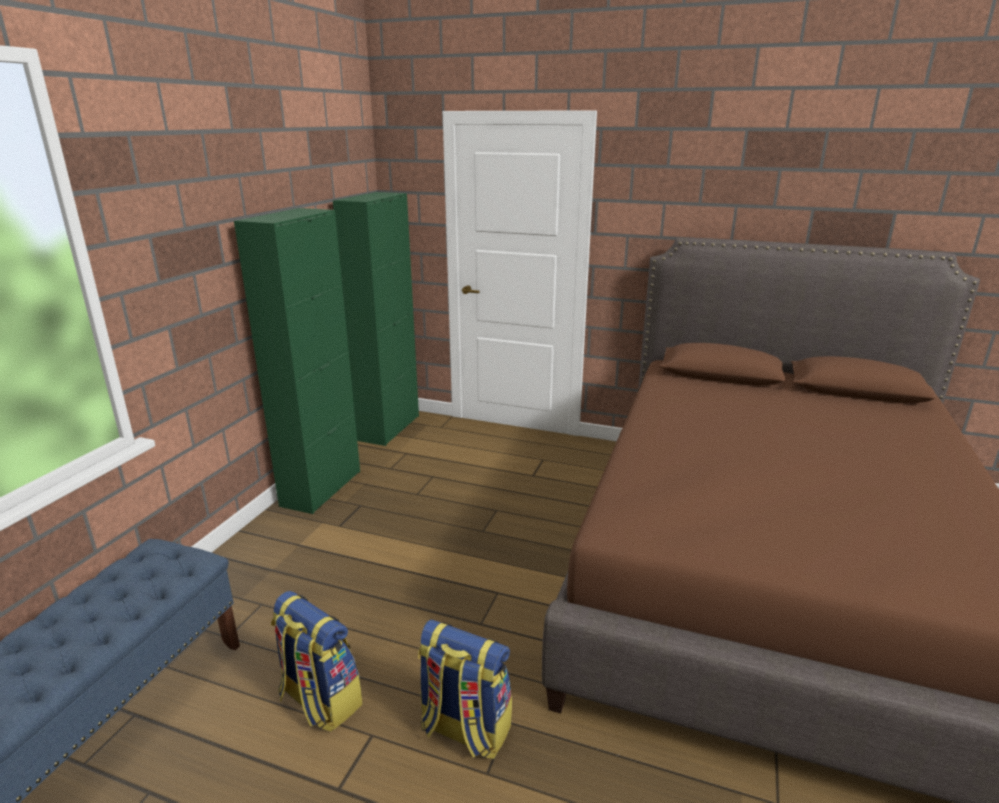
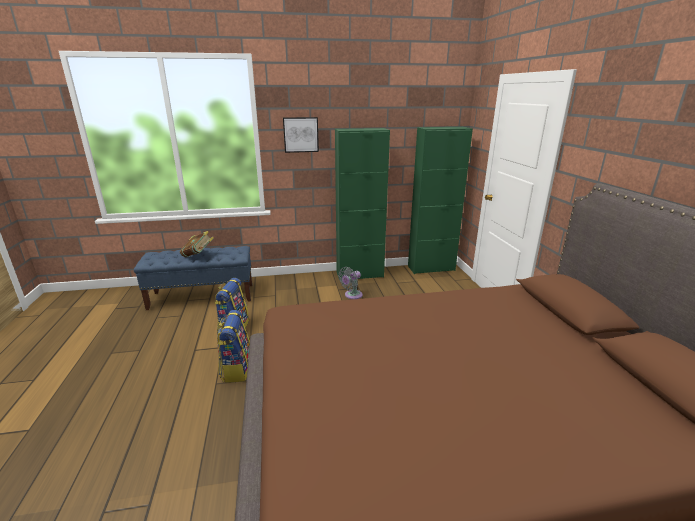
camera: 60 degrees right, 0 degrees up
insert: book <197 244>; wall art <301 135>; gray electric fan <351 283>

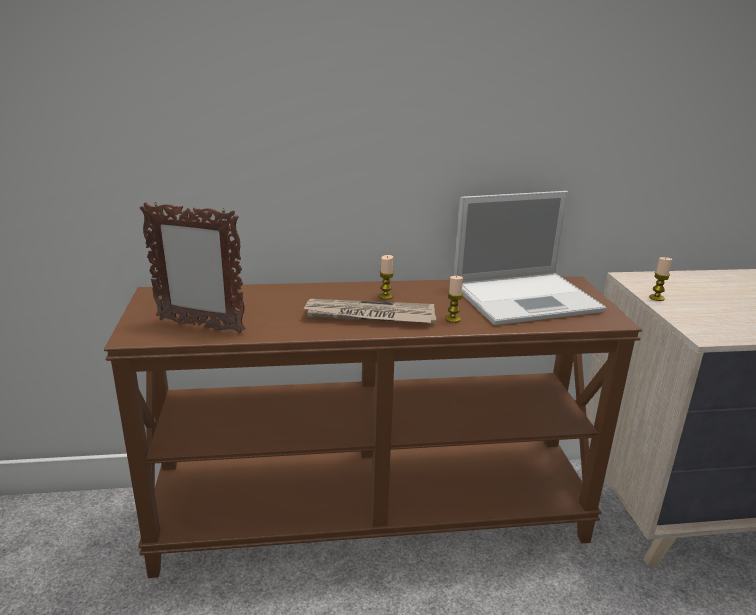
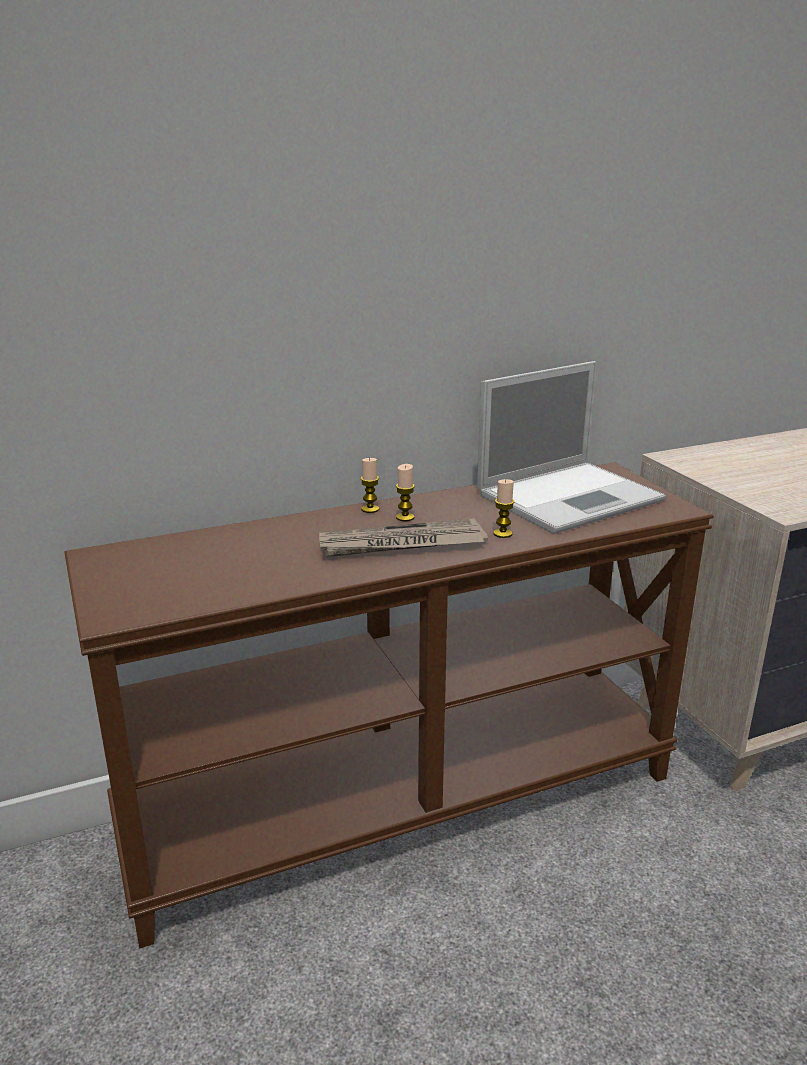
camera: 15 degrees left, 0 degrees up
delete: photo frame <193 267>
move: wax light <660 279> to <370 485>

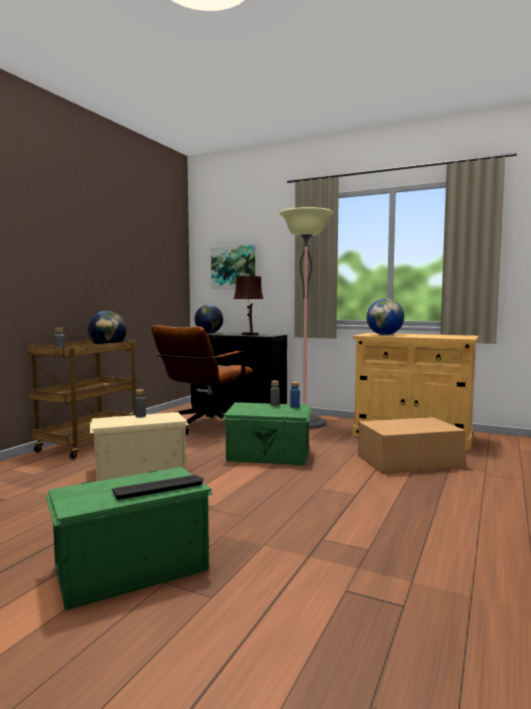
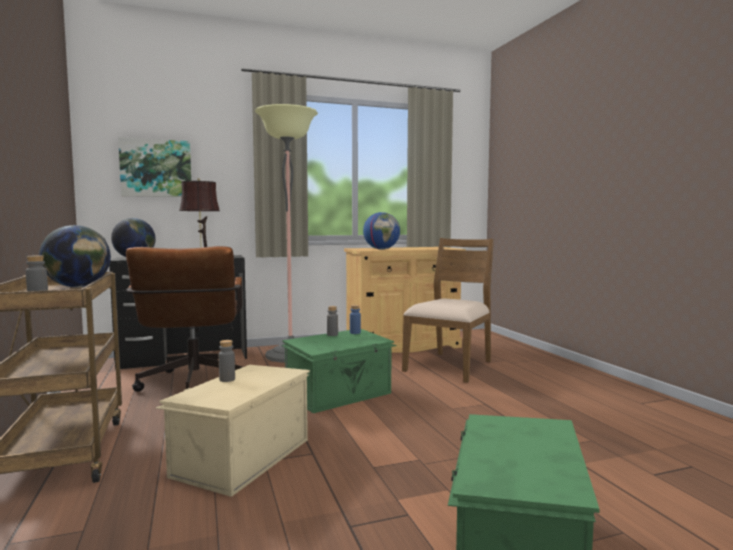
camera: 45 degrees left, 0 degrees up
delete: PC keyboard <158 487>
replace: cardboard box <412 445> to brownish plain chair <448 310>

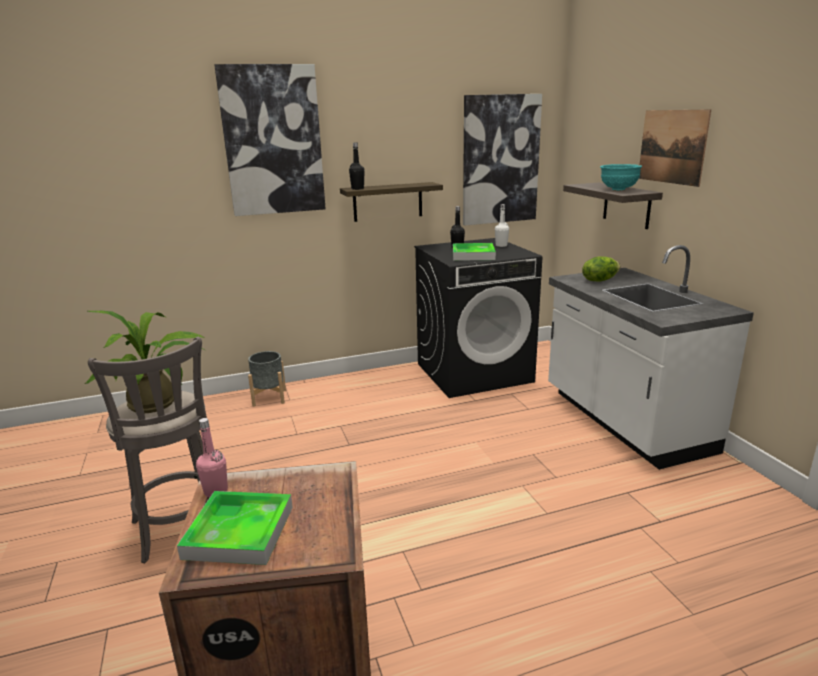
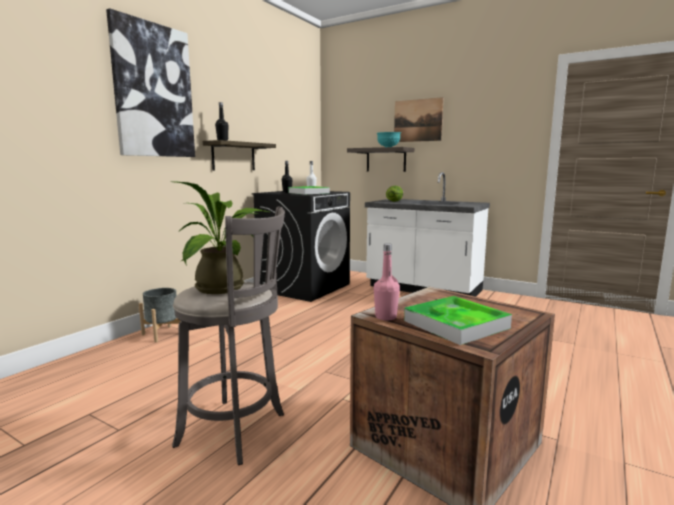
camera: 40 degrees left, 10 degrees down
delete: wall art <502 159>

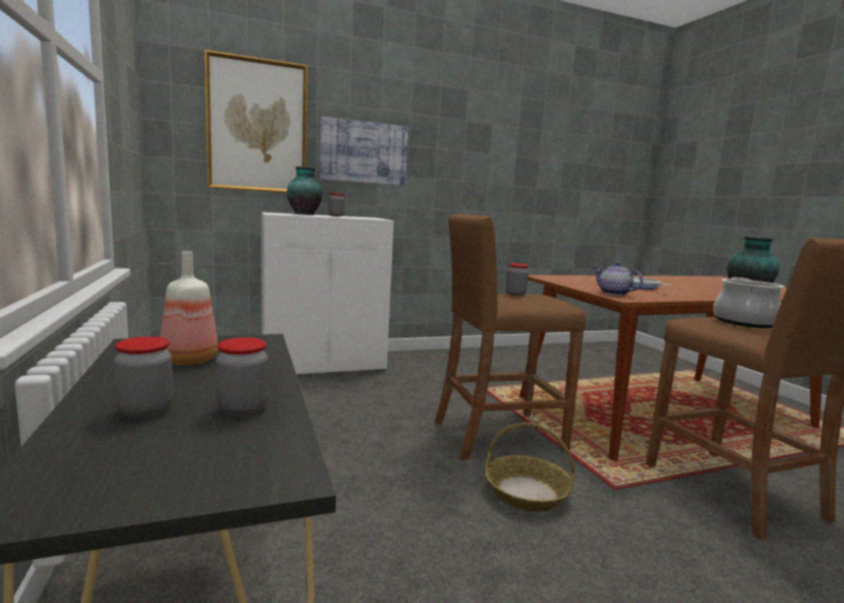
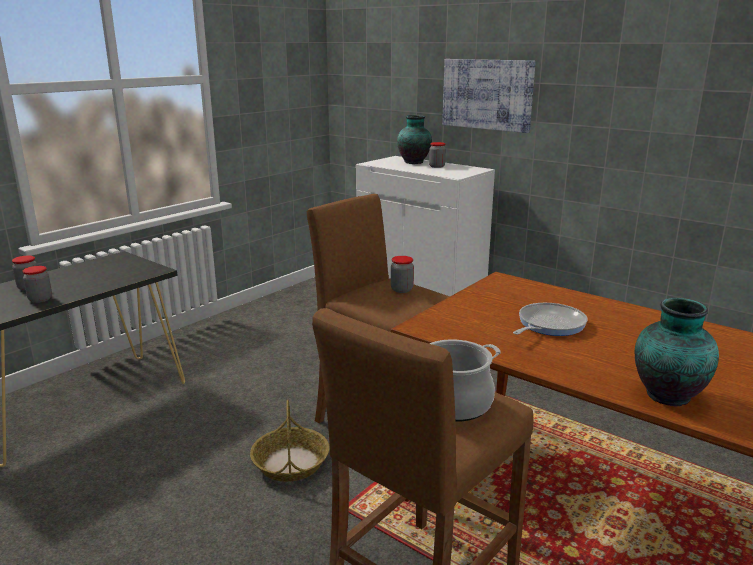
camera: 60 degrees right, 10 degrees up
delete: beverage bottle <189 308>; wall art <256 121>; pot for tea <618 279>

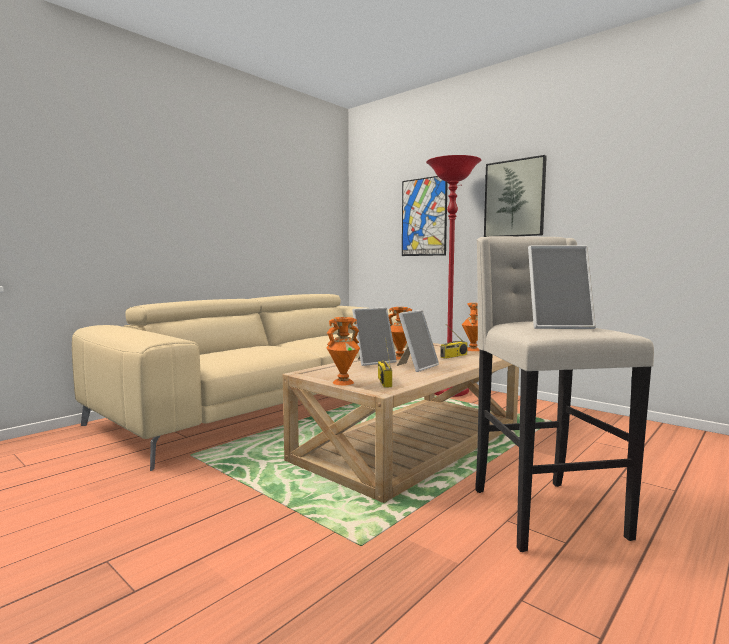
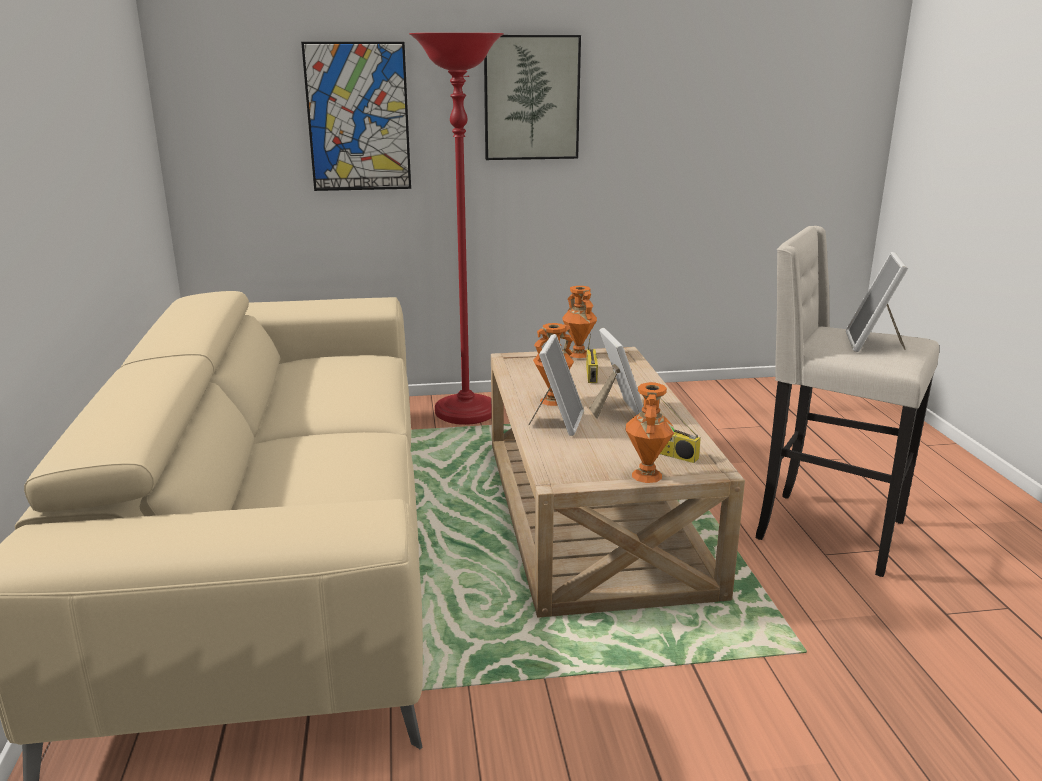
camera: 50 degrees left, 15 degrees up
rotate: photo frame <562 287> = <877 302> 150 degrees clockwise

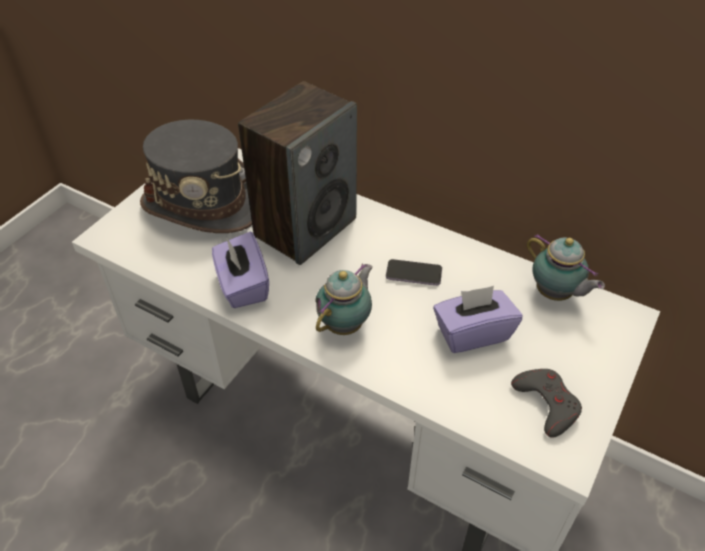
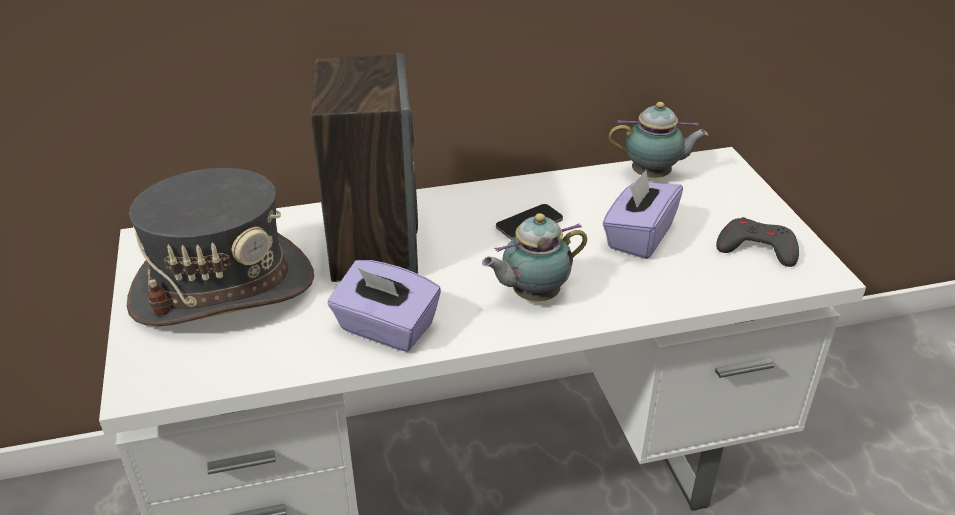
camera: 45 degrees left, 10 degrees down
rotate: pot for tea <344 299> = <534 257> 105 degrees counterclockwise

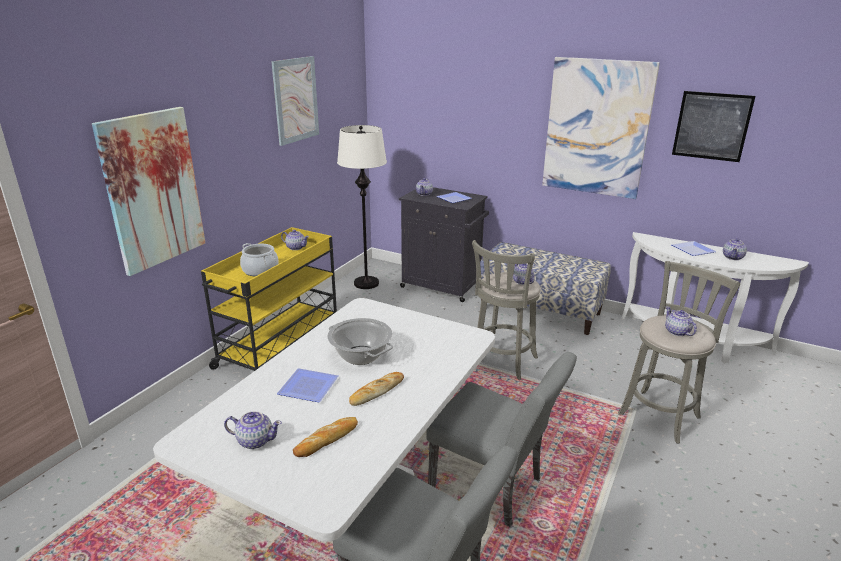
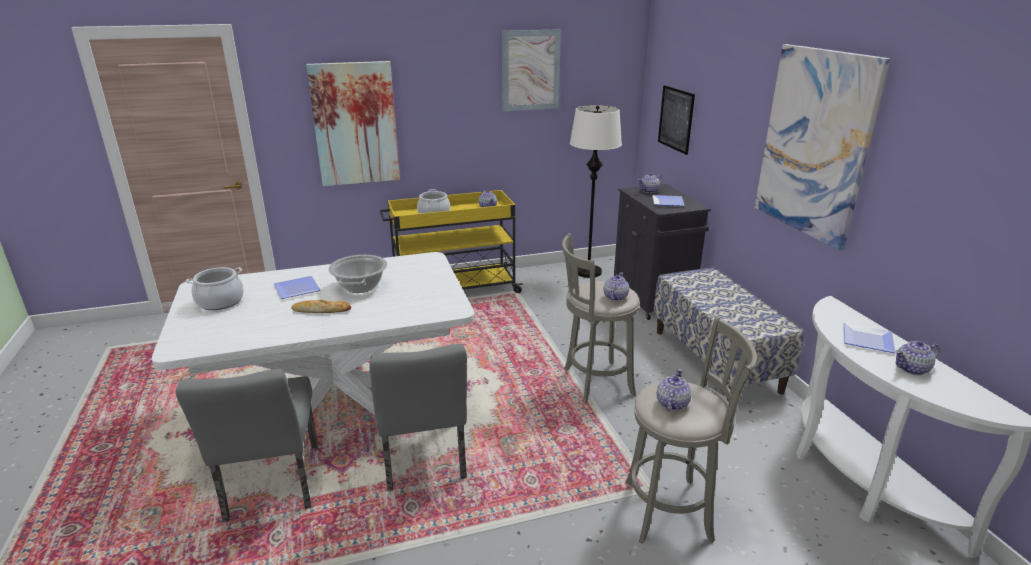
camera: 45 degrees right, 0 degrees up
delete: bakery bread <325 437>
move: wall art <714 126> to <676 120>
replace: pot for tea <253 430> to cooking pot <215 288>

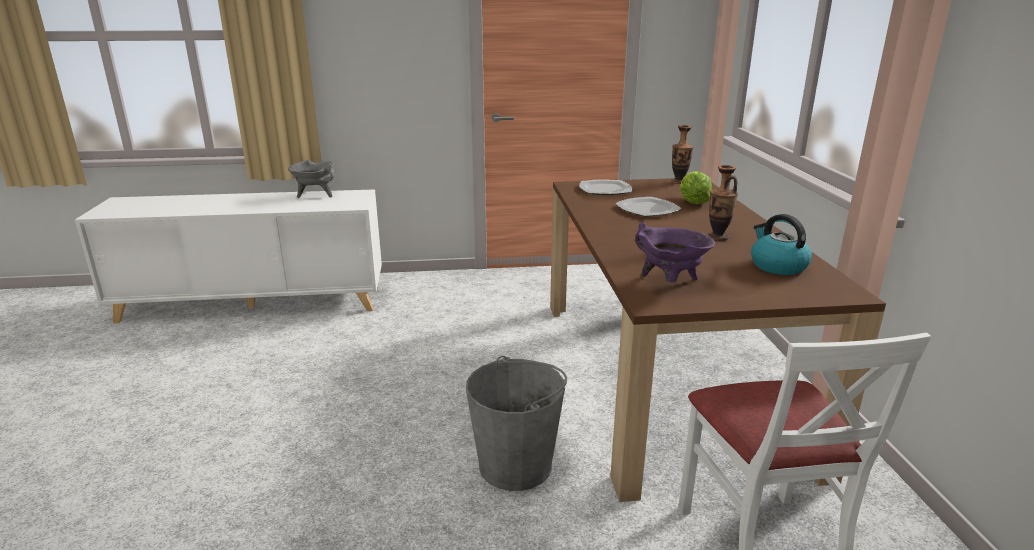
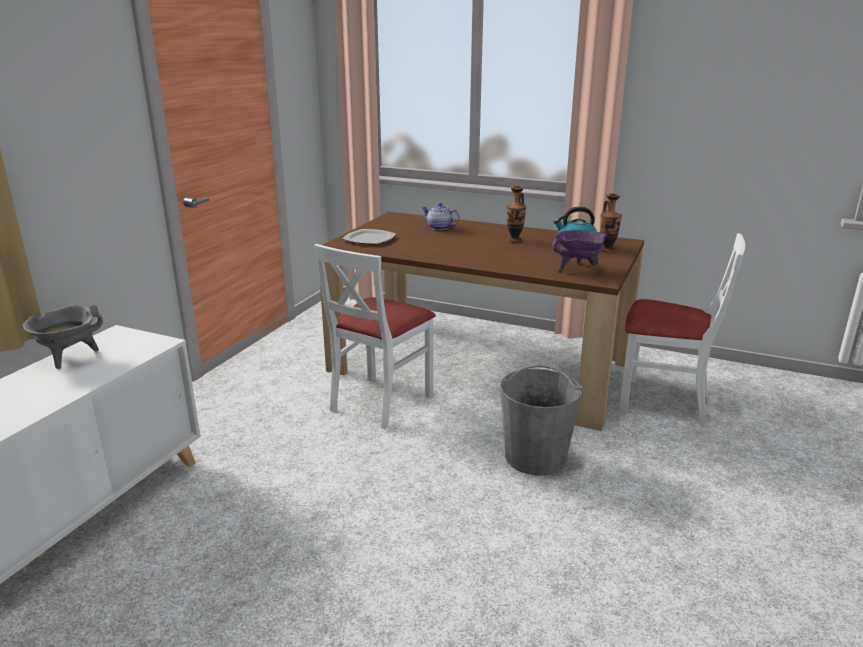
camera: 60 degrees left, 0 degrees up
delete: flat dish <648 207>
insert: whitish plain chair <375 336>
move: flower vase <682 154> to <611 223>
replace: head of lettuce <696 187> to pot for tea <440 216>

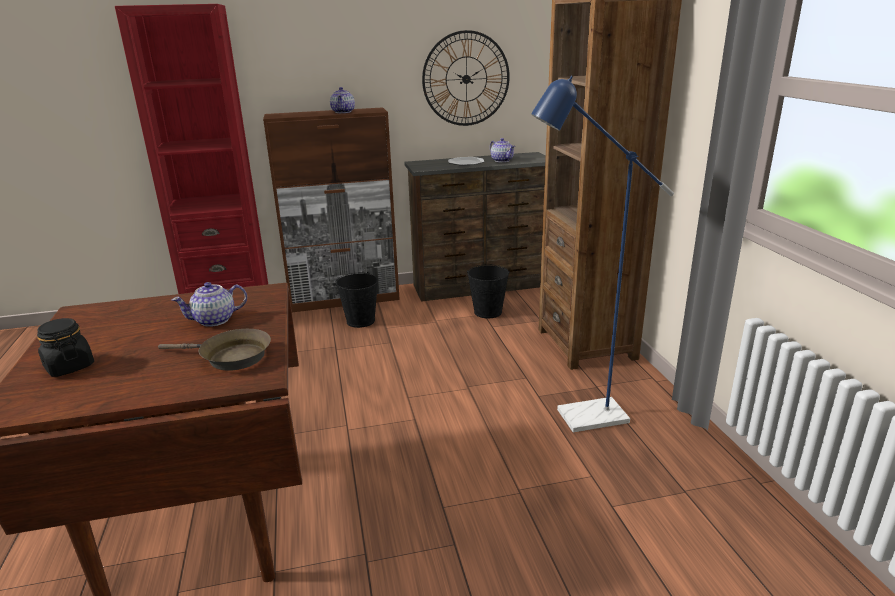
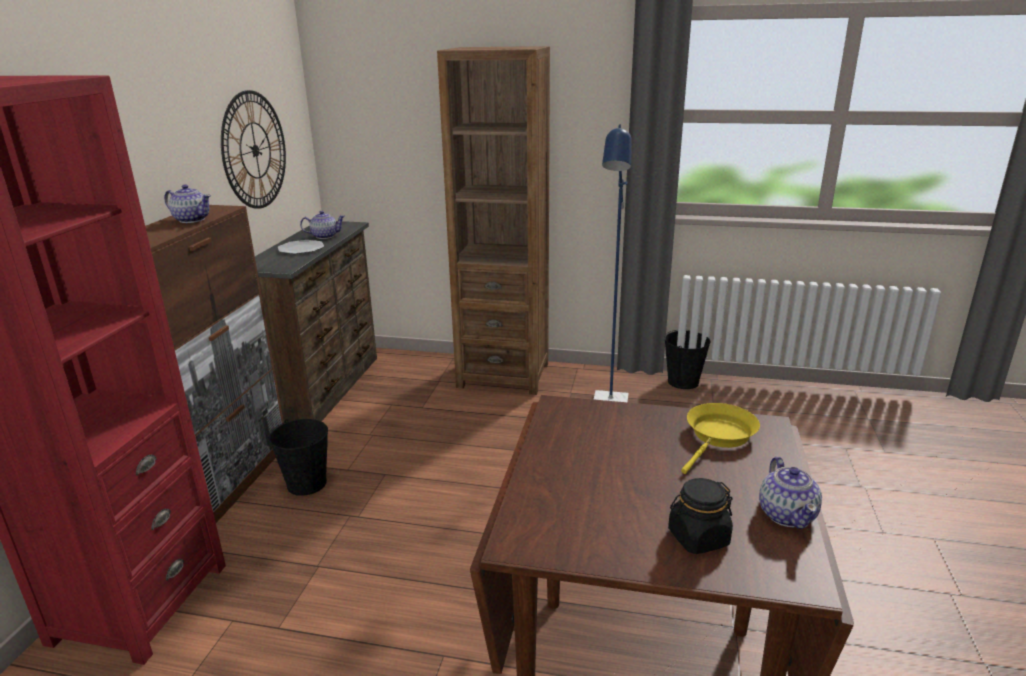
camera: 65 degrees left, 0 degrees up
move: black bucket <488 291> to <687 359>; pot for tea <209 304> to <790 493>
recolor: brownish pan <214 350> to yellow-coloured pan <720 438>

